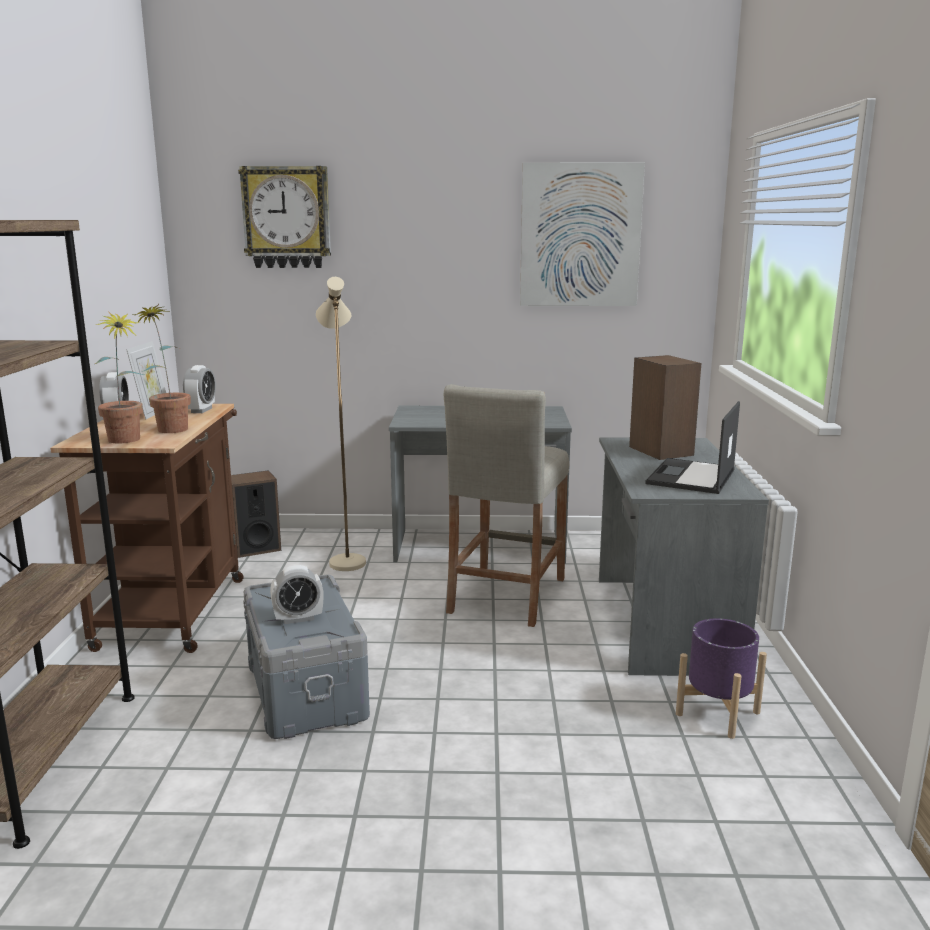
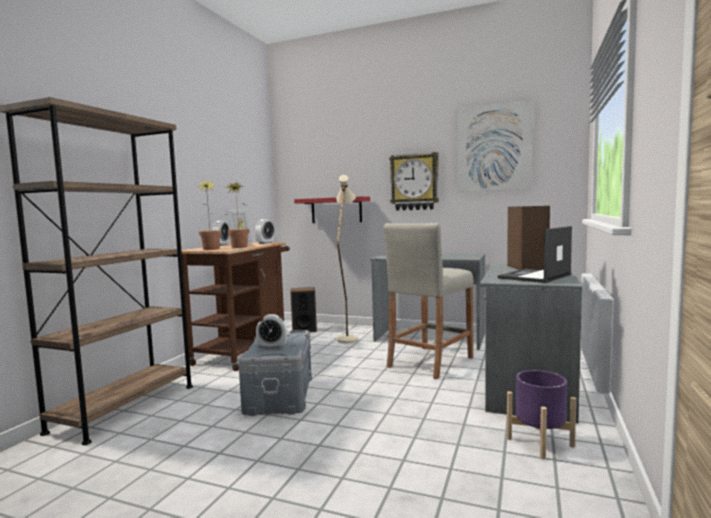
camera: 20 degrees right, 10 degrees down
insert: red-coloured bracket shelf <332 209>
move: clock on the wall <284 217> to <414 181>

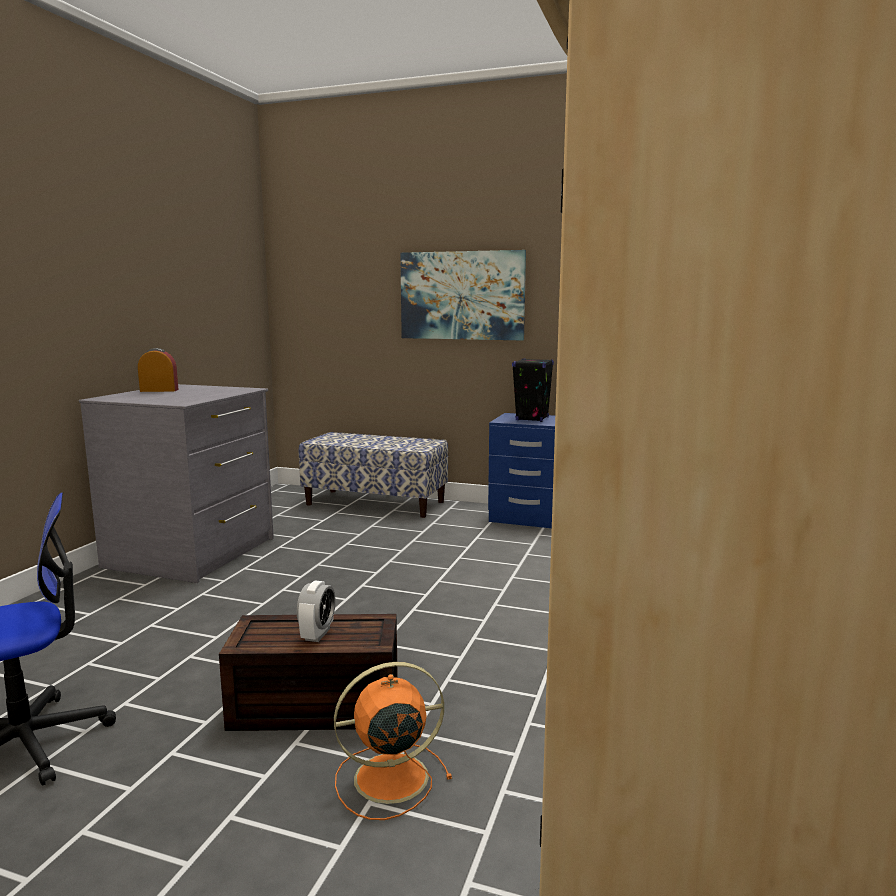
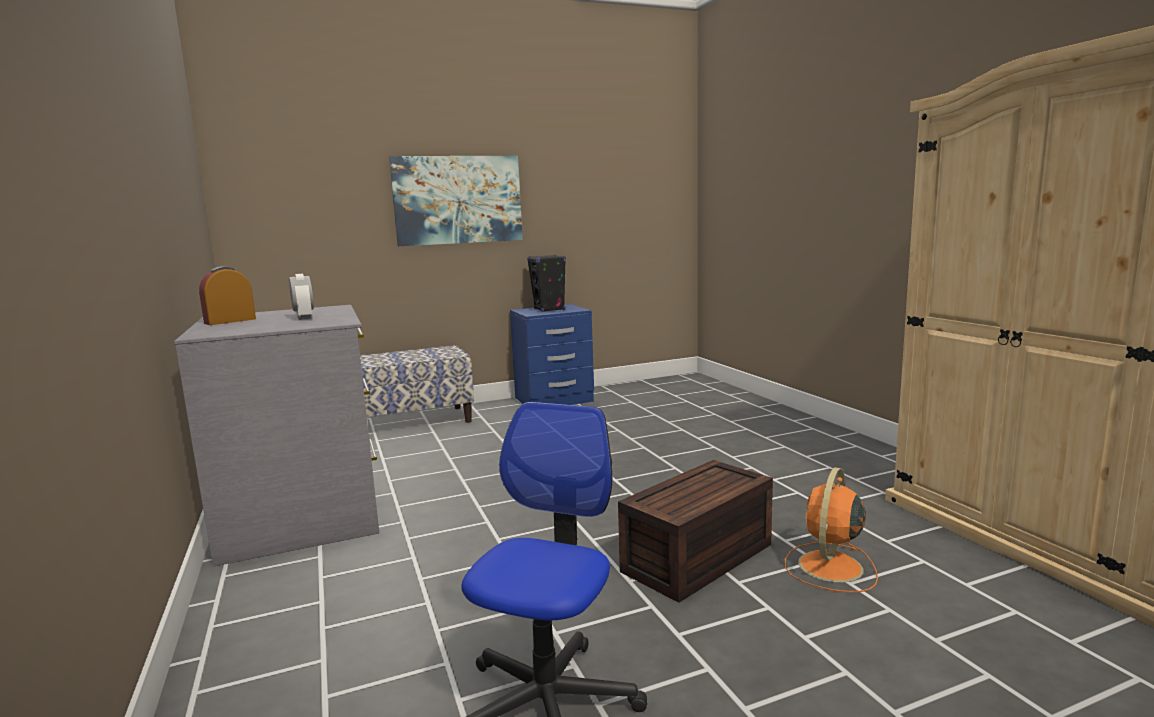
camera: 40 degrees left, 0 degrees up
move: alarm clock <316 611> to <301 297>

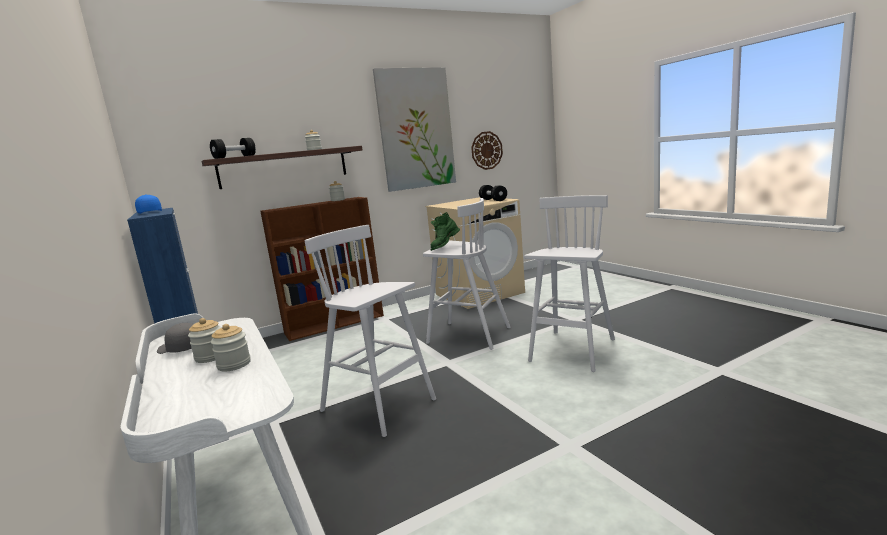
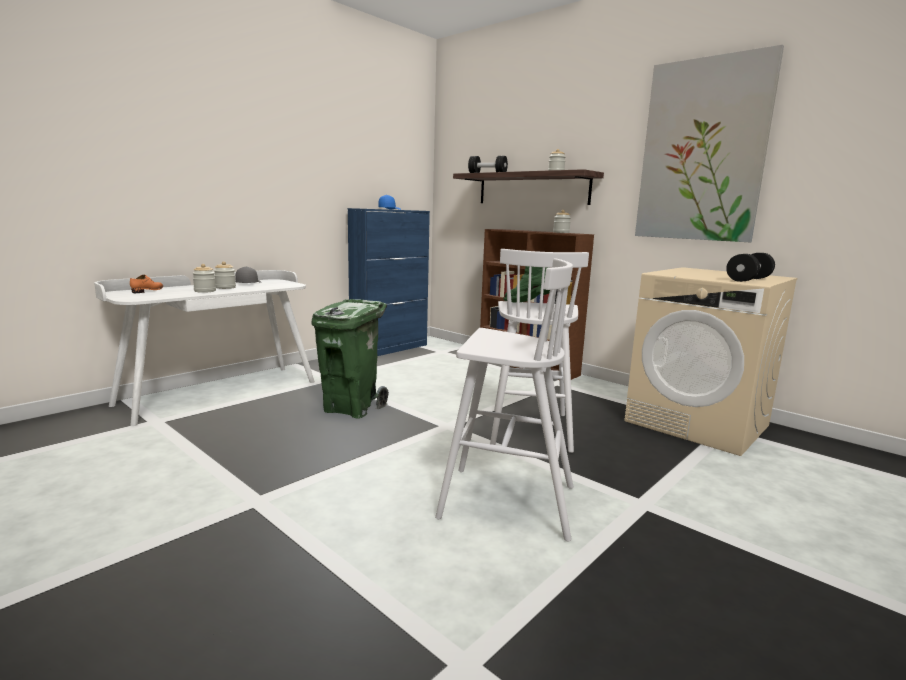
camera: 70 degrees right, 0 degrees up
delete: clock on the wall <487 150>
insert: orange low shoe <146 284>
replace: whitish stool <370 331> to green-coloured waste bin <350 359>

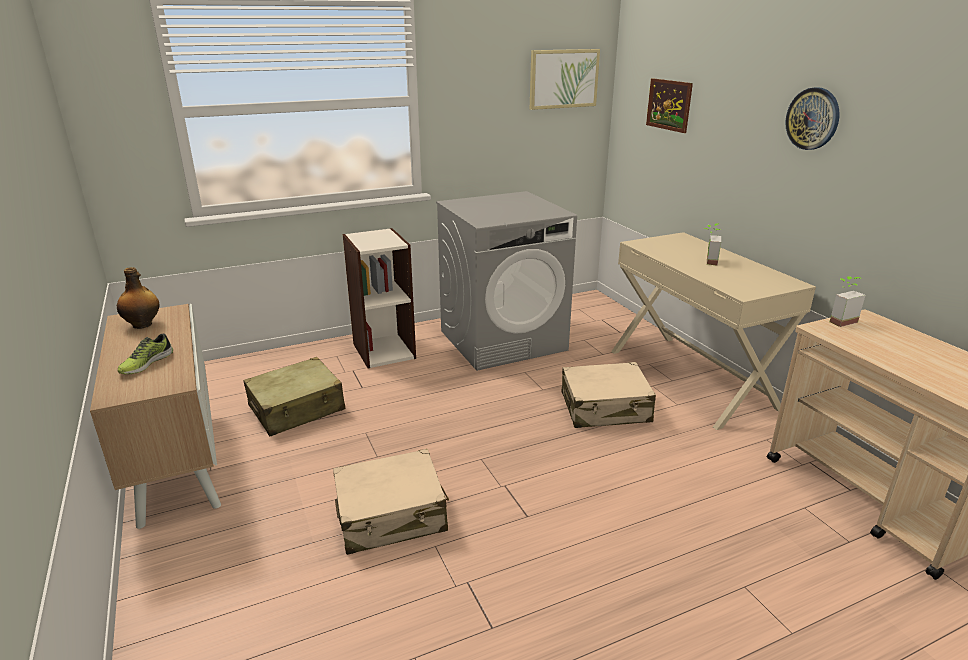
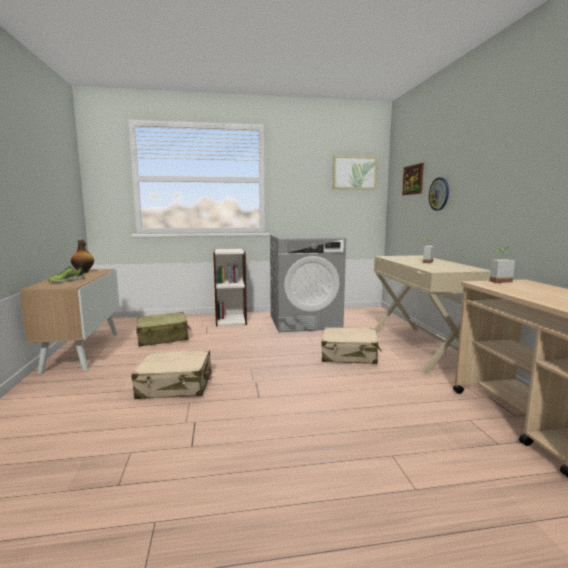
camera: 15 degrees right, 15 degrees down
move: clock on the wall <812 118> to <439 194>

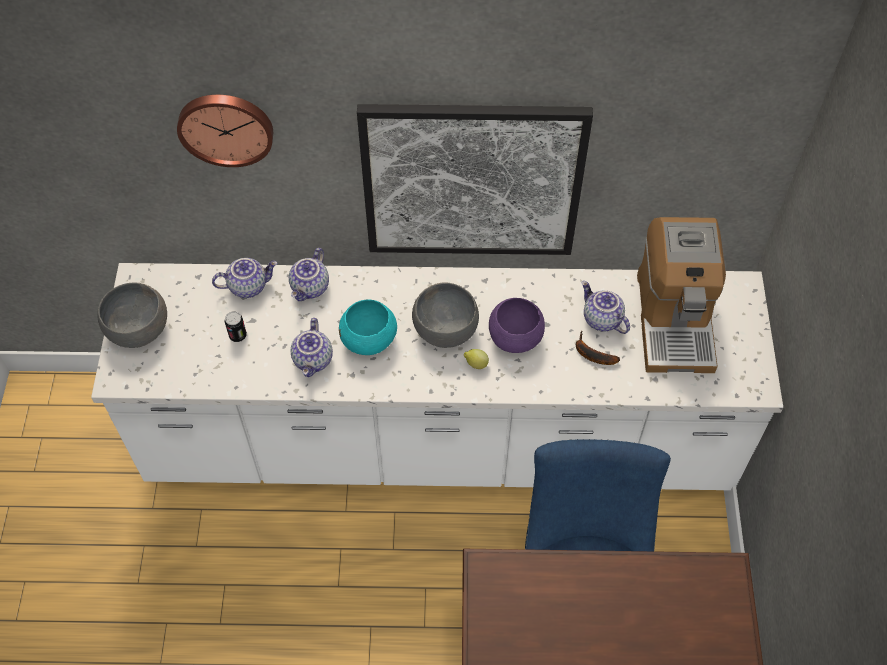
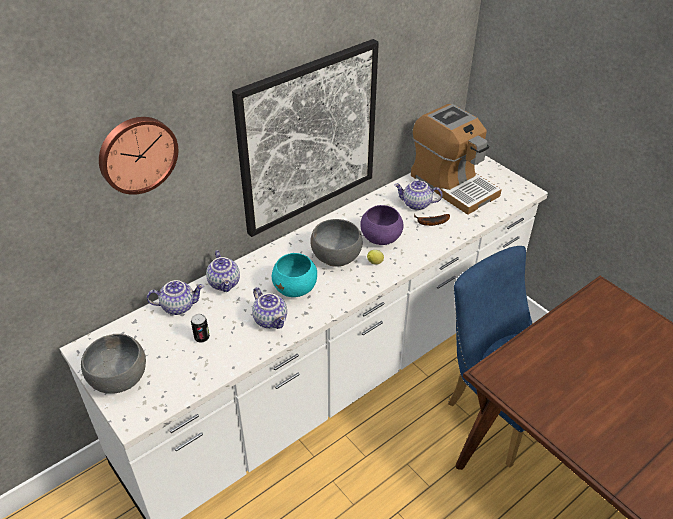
camera: 40 degrees left, 15 degrees down
rotate: pot for tea <245 278> = <175 297> 45 degrees clockwise

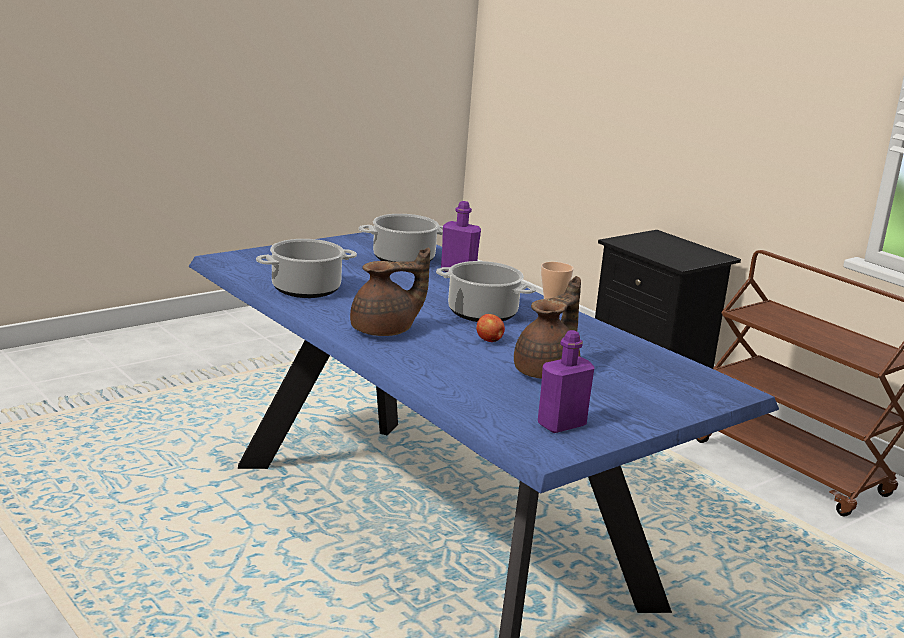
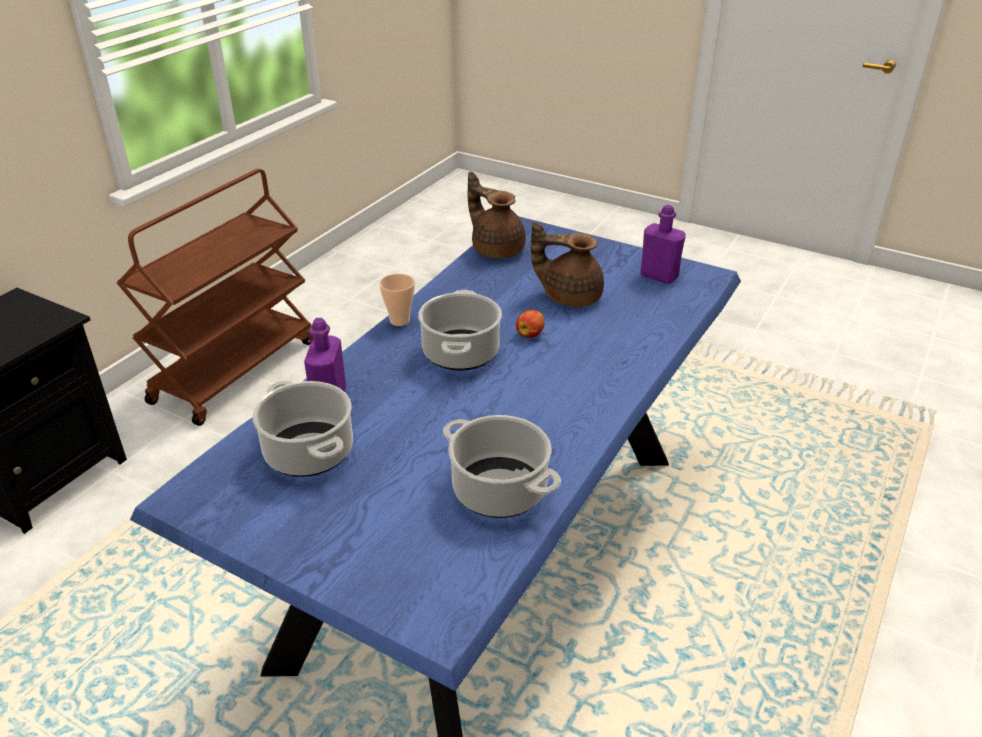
camera: 110 degrees left, 15 degrees up
move: brownish pot for tea <390 291> to <497 214>

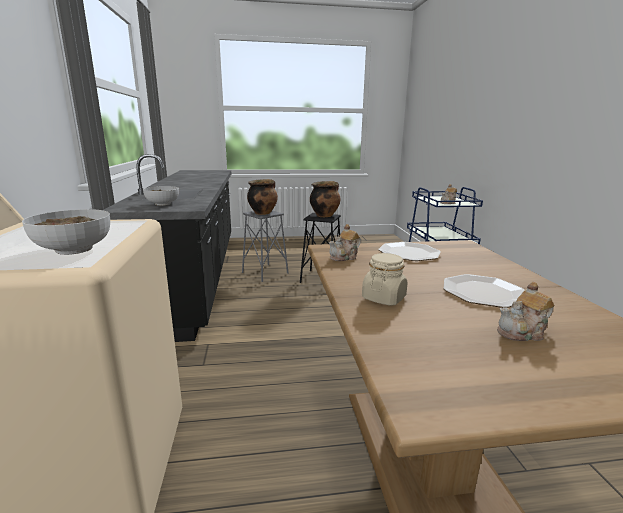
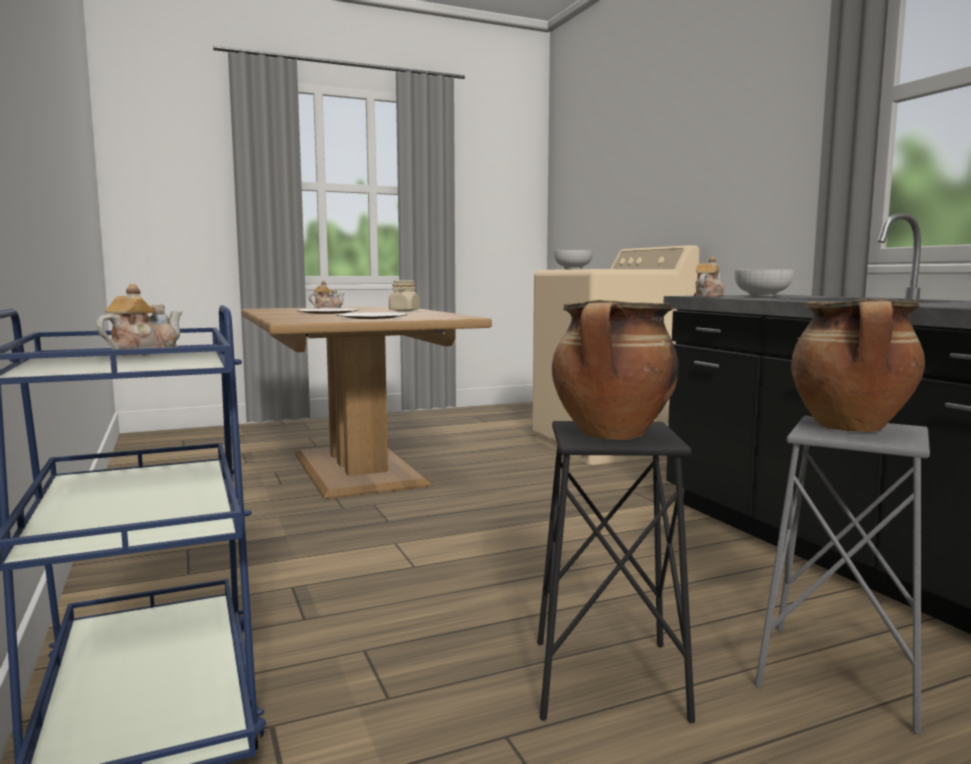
camera: 165 degrees right, 10 degrees down
move: pot for tea <345 242> to <709 276>

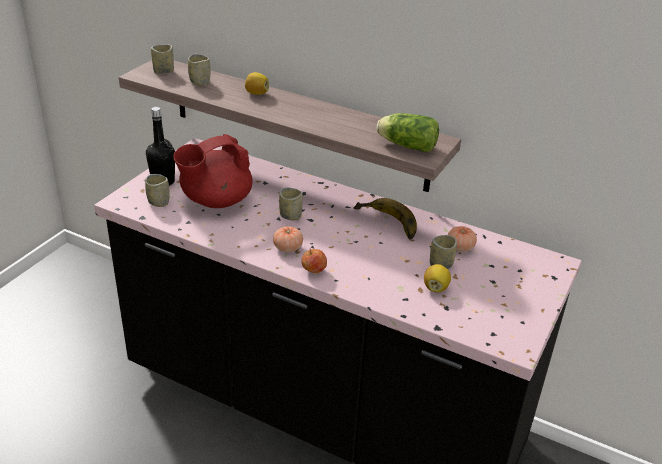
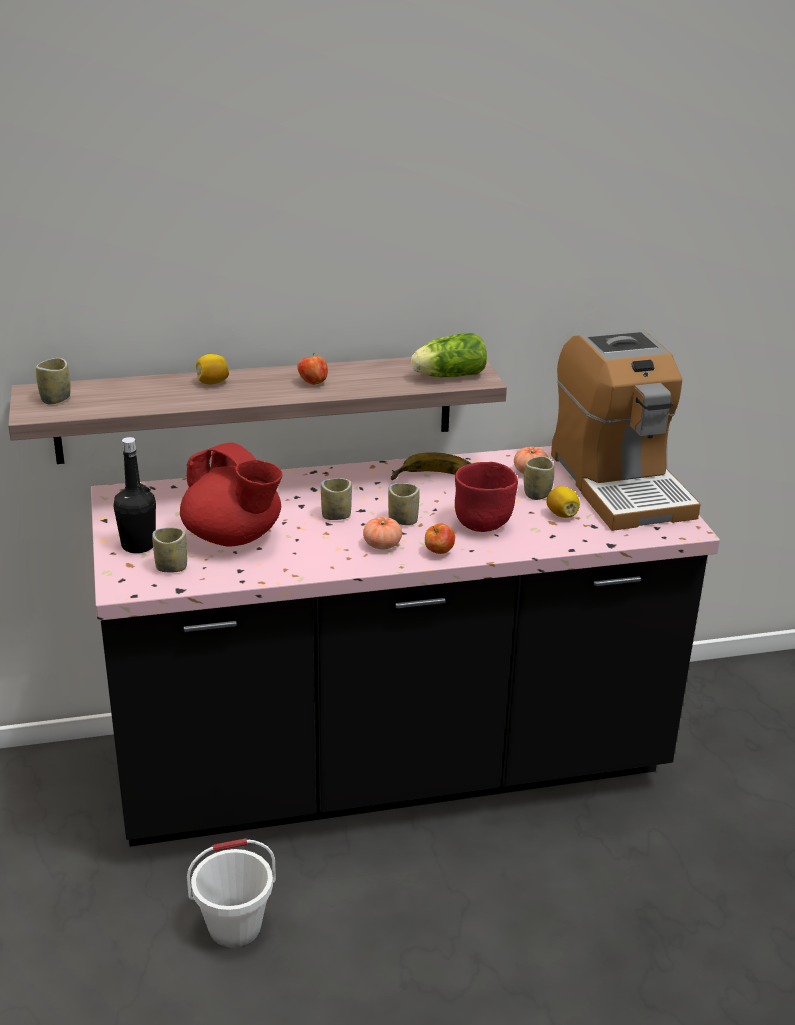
camera: 40 degrees left, 5 degrees down
insert: whitish bucket <231 893>; whole apple <312 368>; red-coloured serving bowl <486 497>; coffee machine <626 430>
move: cup <199 70> to <404 504>
rotate: red-coloured pot for tea <213 171> = <231 494> 60 degrees counterclockwise

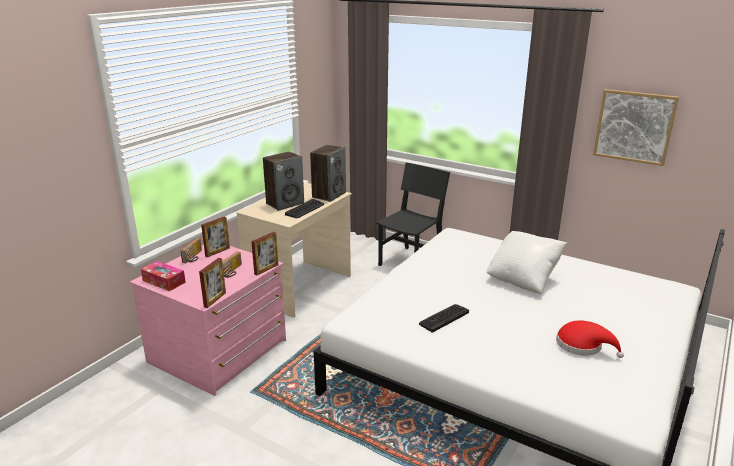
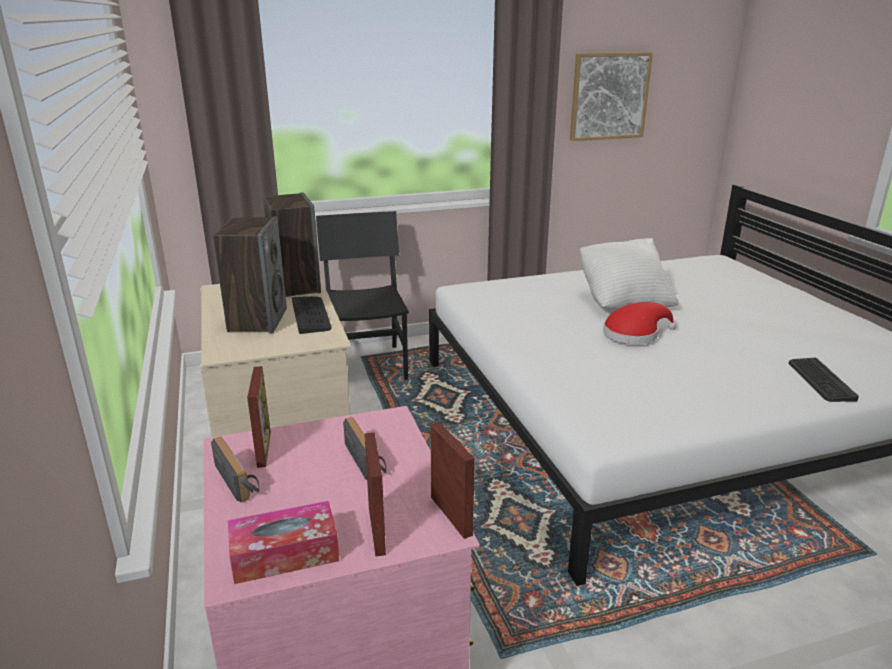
camera: 50 degrees left, 0 degrees up
move: photo frame <264 253> to <375 494>; red-coloured clothing hat <590 339> to <640 323>; PC keyboard <444 318> to <823 380>

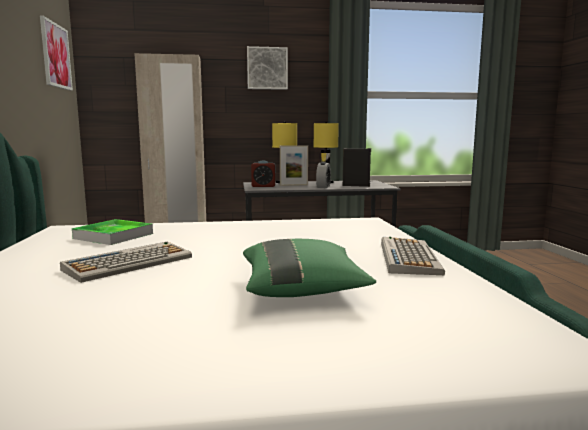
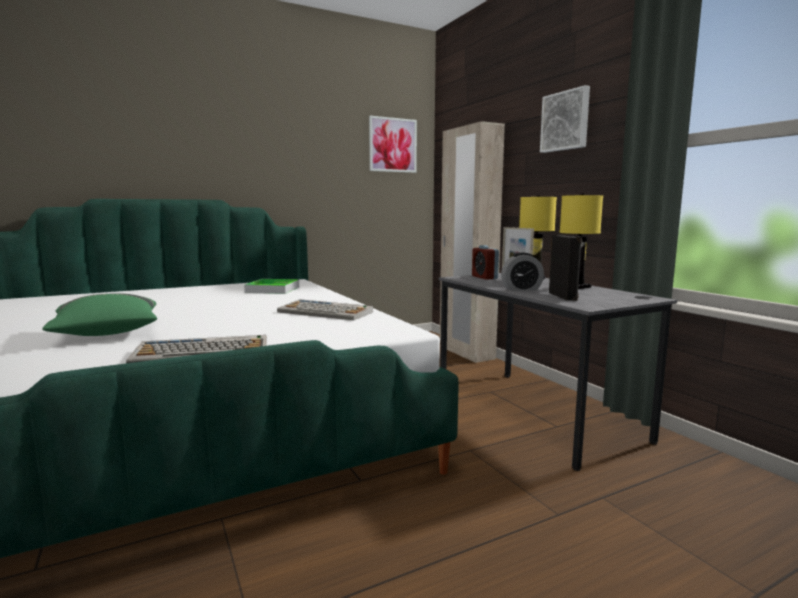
camera: 70 degrees right, 0 degrees up
move: PC keyboard <126 262> to <325 310>

